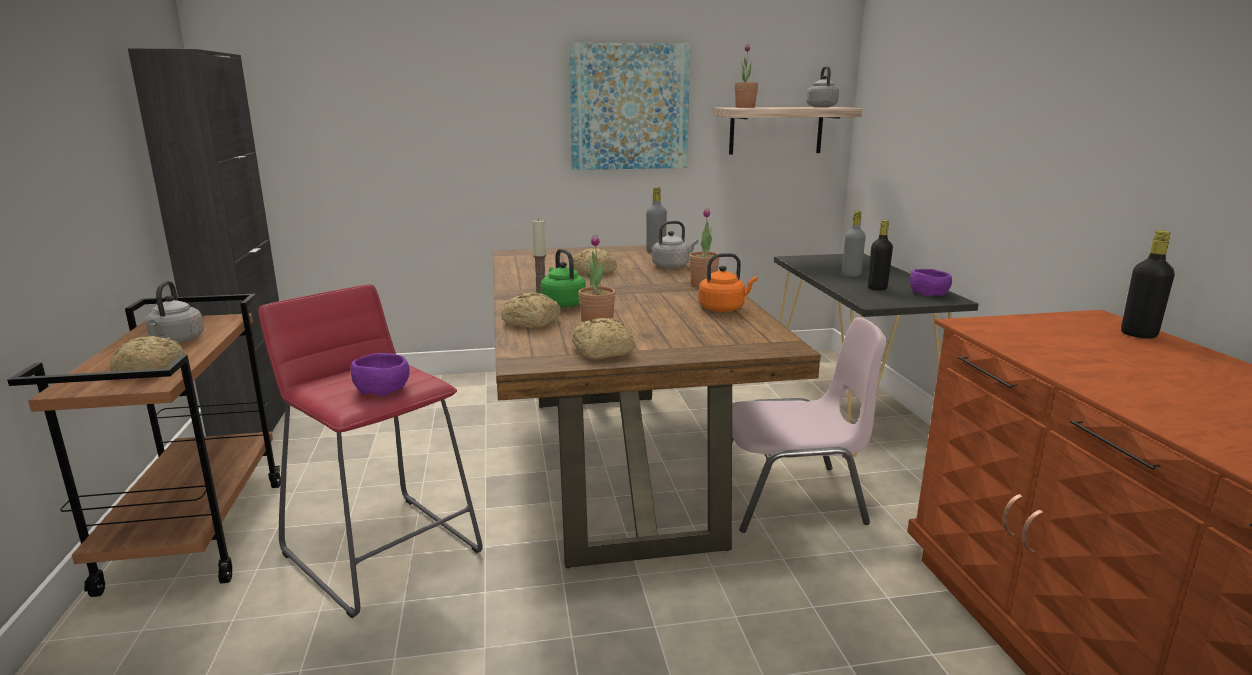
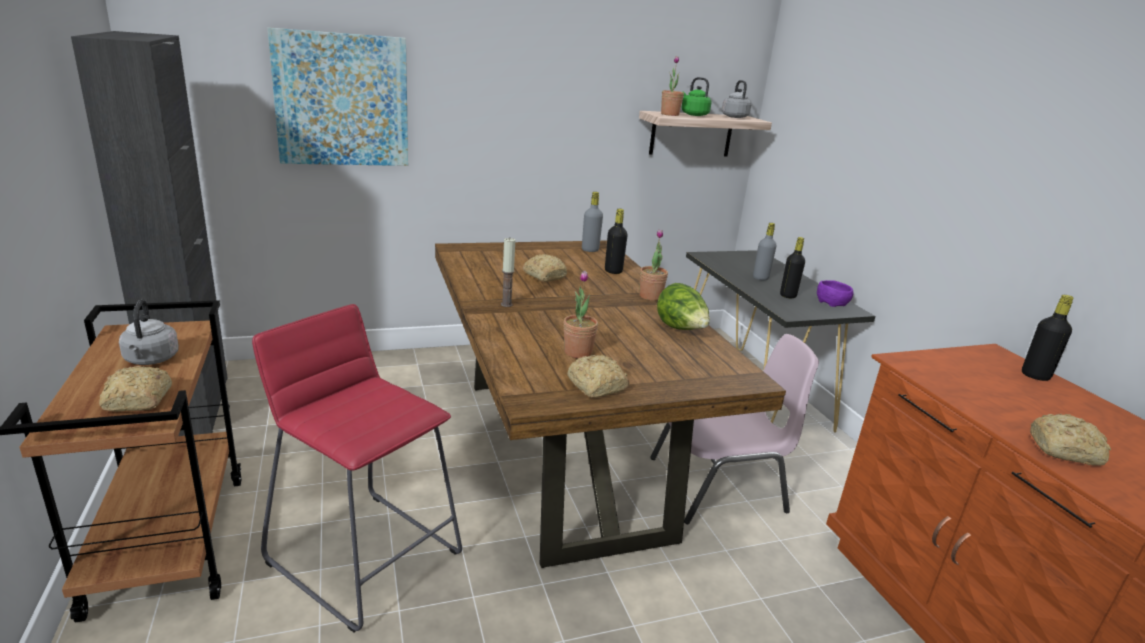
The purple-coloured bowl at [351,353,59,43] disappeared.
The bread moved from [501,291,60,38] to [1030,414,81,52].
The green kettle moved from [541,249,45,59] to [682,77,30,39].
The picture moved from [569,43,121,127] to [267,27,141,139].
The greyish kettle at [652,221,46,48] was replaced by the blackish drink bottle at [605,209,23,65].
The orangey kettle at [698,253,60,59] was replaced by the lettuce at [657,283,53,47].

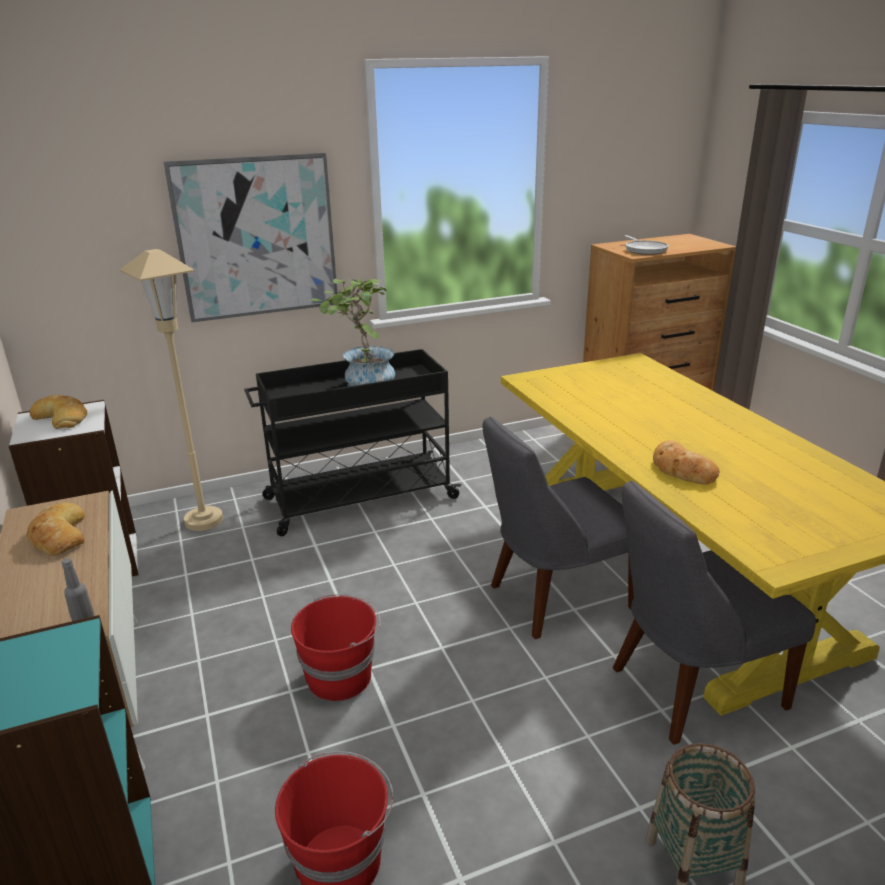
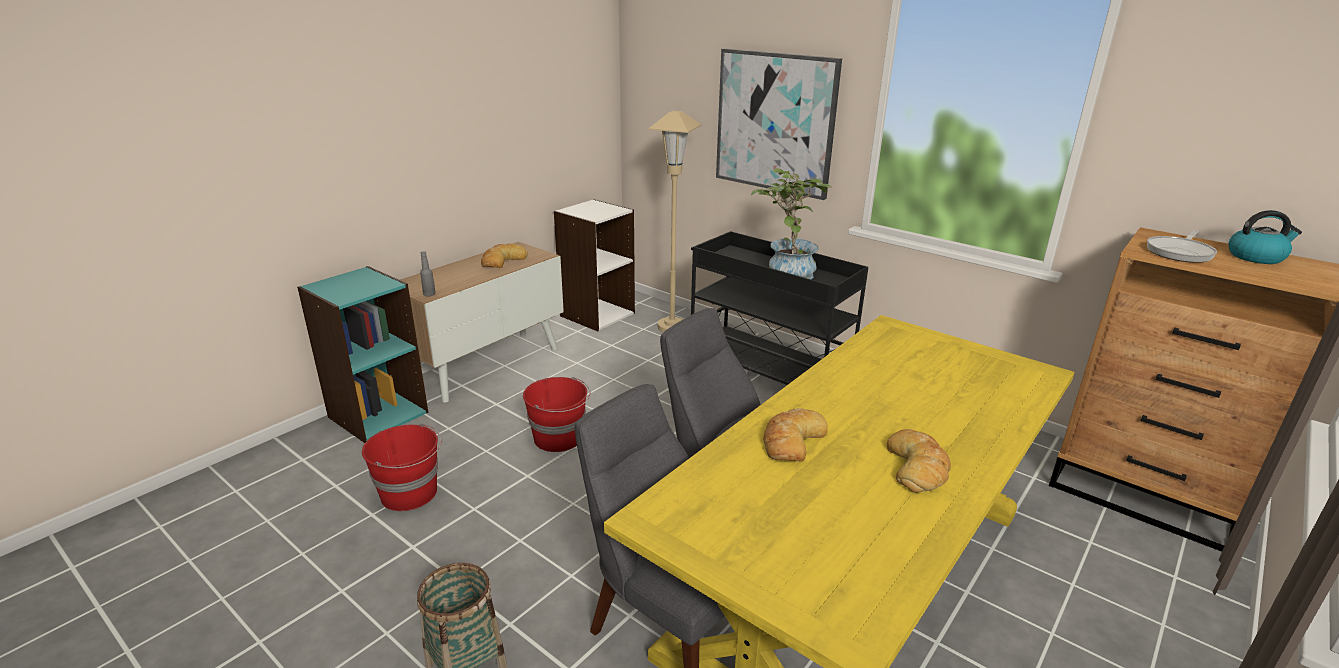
The kettle at [1229,210,73,54] appeared.
The bread moved from [30,395,57,34] to [887,429,64,64].

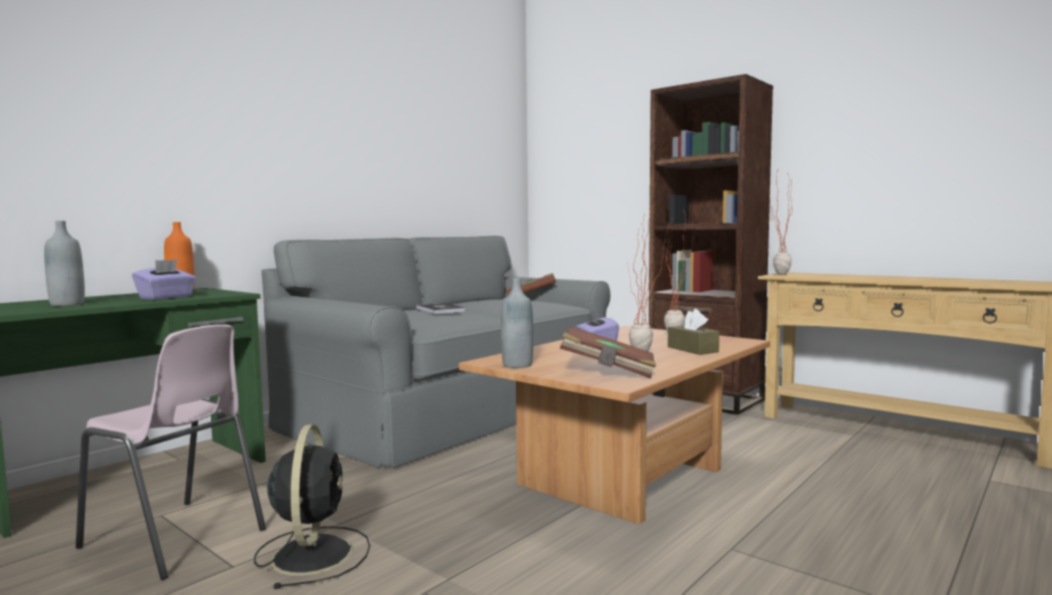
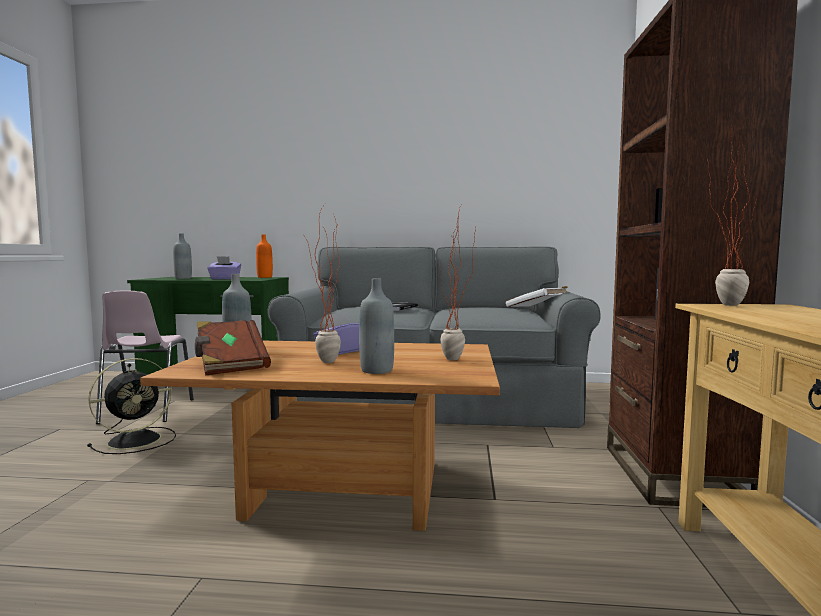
The brown box of tissues at [668,309,51,46] was replaced by the greyish drink bottle at [359,278,35,96].
The brown book at [506,273,50,23] became the white-coloured book at [506,286,62,21].

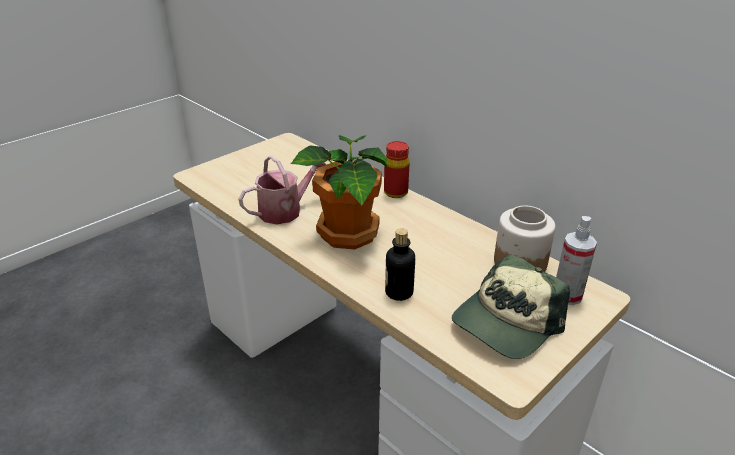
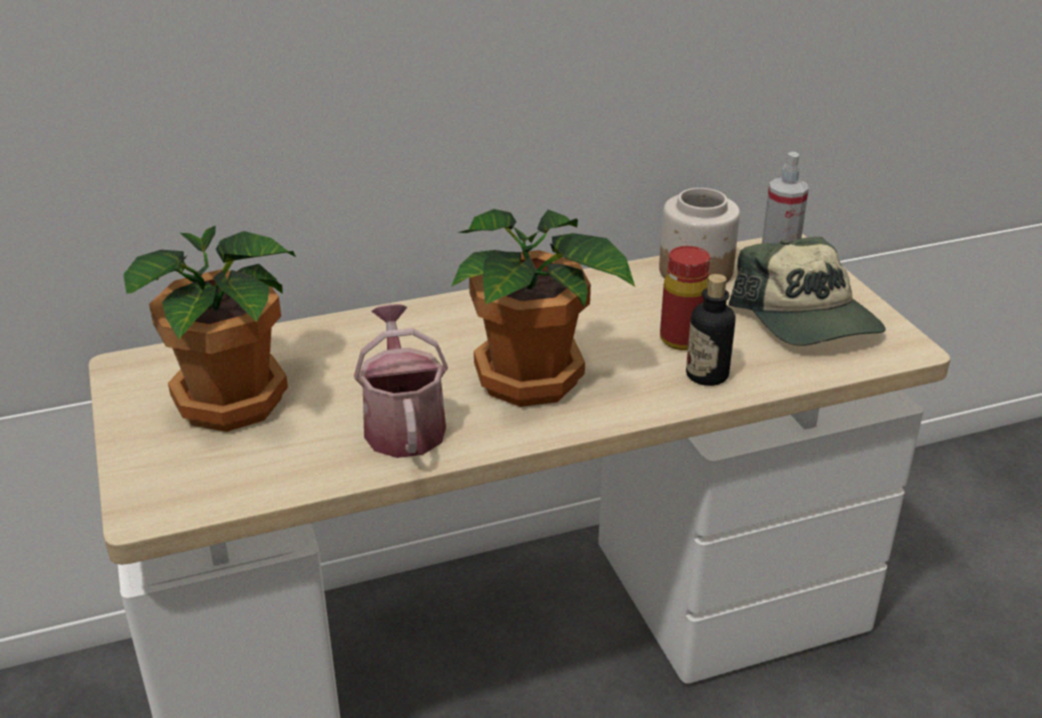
The potted plant at [123,226,173,206] appeared.
The red drink bottle moved from [384,141,26,57] to [660,246,50,104].

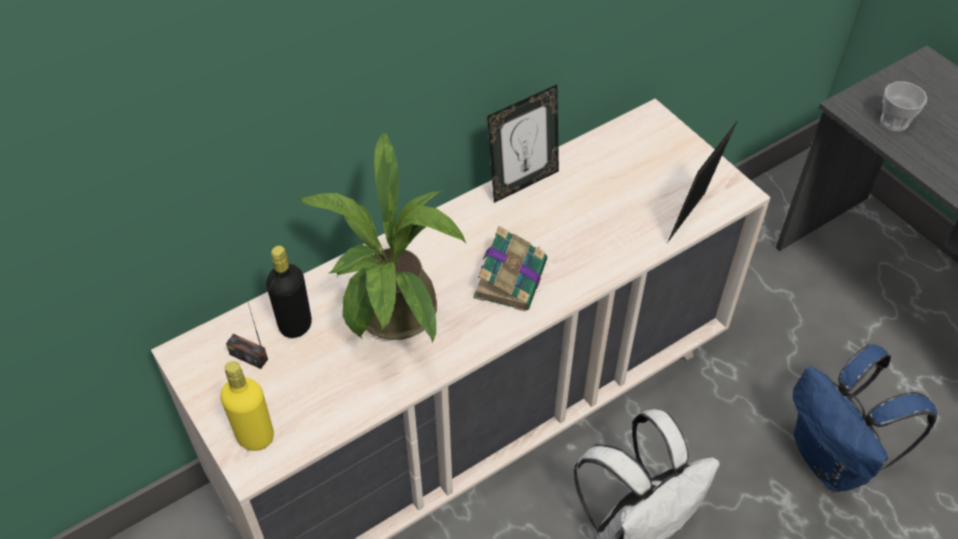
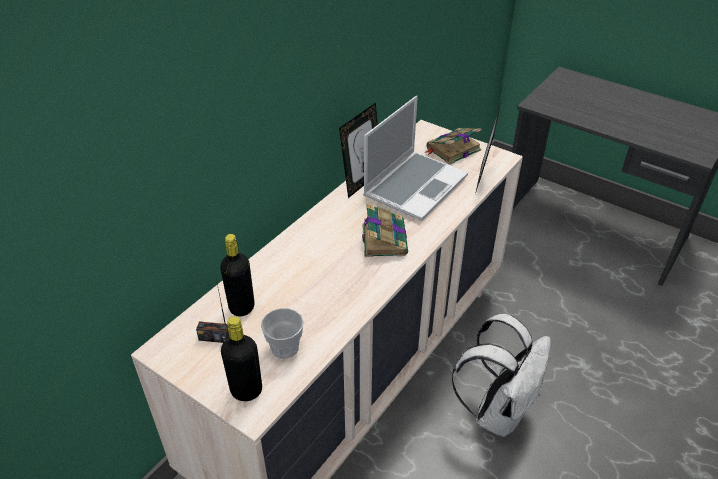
The potted plant at [299,131,167,212] disappeared.
The blue rucksack at [793,344,144,148] disappeared.
The notebook computer at [363,96,105,125] appeared.
The book at [426,128,56,37] appeared.
The cup moved from [881,82,46,49] to [261,308,43,51].
The yellow-coloured drink bottle at [220,361,54,90] became the blackish drink bottle at [221,316,41,85].

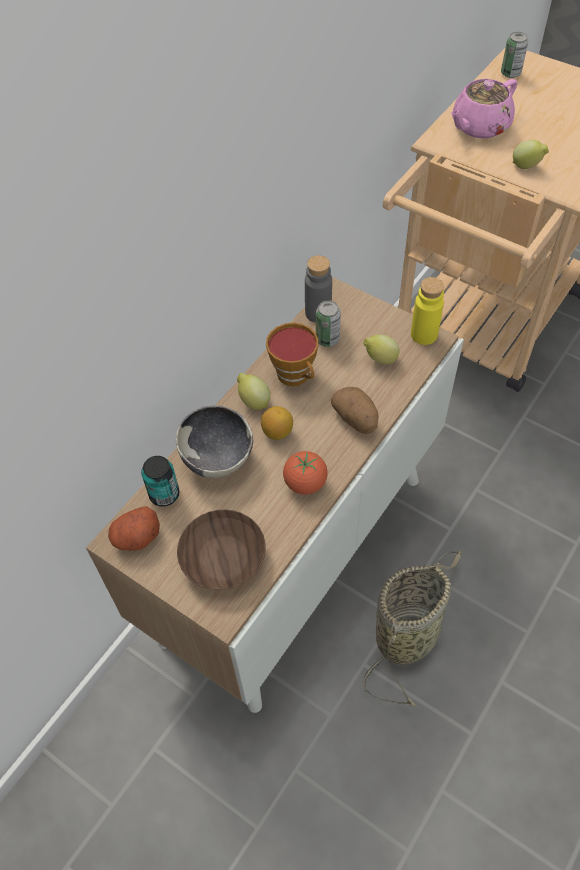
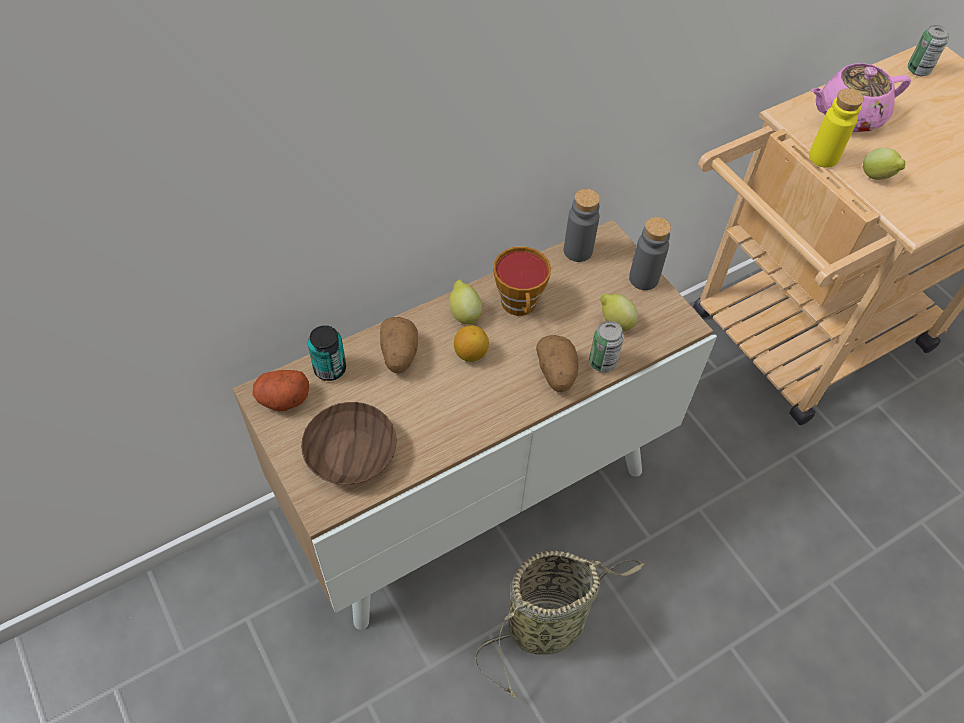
The whole tomato at [283,451,45,44] disappeared.
The greyish drink bottle at [629,217,42,73] appeared.
The metal can moved from [316,300,25,47] to [589,321,35,51].
The yellow-coloured drink bottle moved from [411,277,33,68] to [809,88,55,80].
The bowl at [176,405,77,73] was replaced by the whole potato at [380,317,38,57].

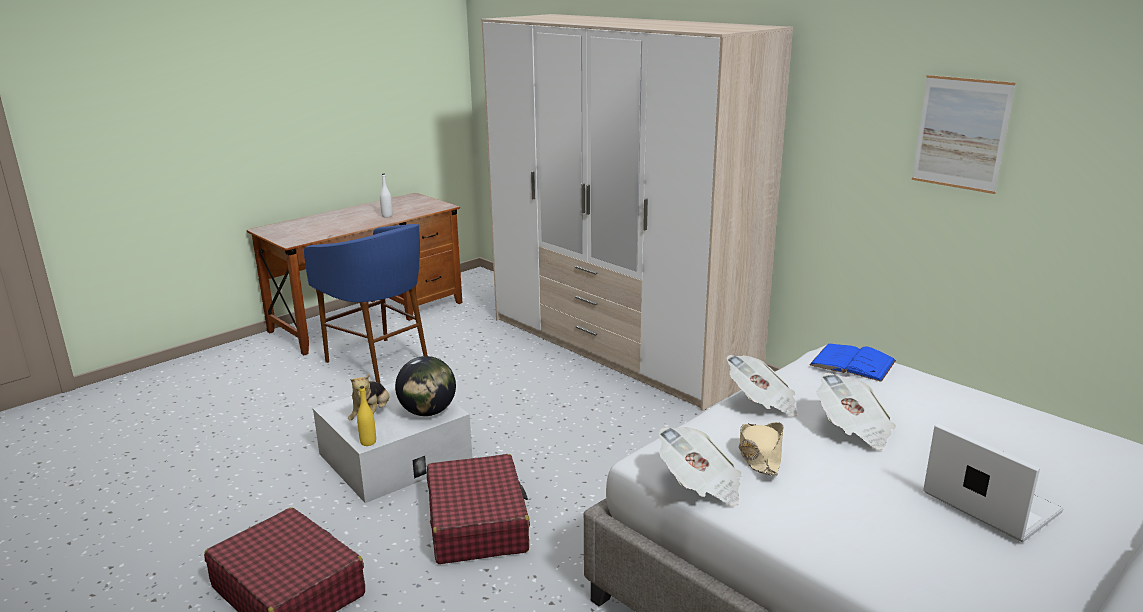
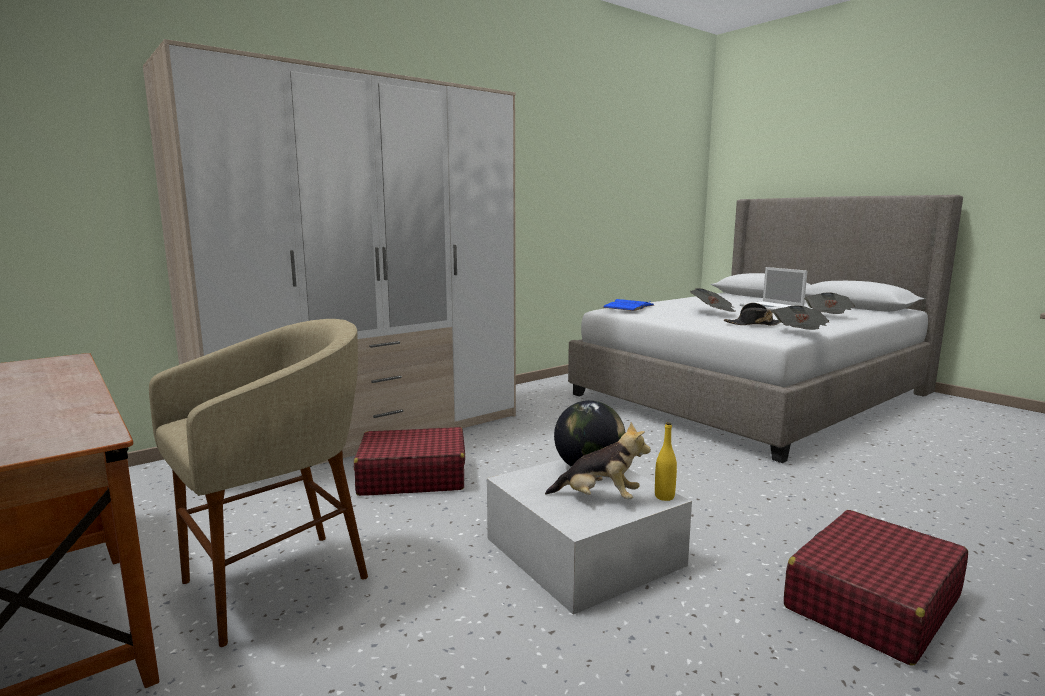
The white-coloured drink bottle at [380,173,13,44] disappeared.
The picture at [912,75,104,119] disappeared.
The red travel case moved from [427,454,103,110] to [354,427,111,69].
The daily paper moved from [726,355,71,62] to [804,293,51,21].
The blue stool at [304,224,124,159] became the sand-coloured stool at [149,319,219,328].
The sand-coloured wearable hat at [739,422,44,54] became the blackish wearable hat at [723,303,58,23].
The notebook computer at [923,423,141,119] turned 90 degrees counterclockwise.

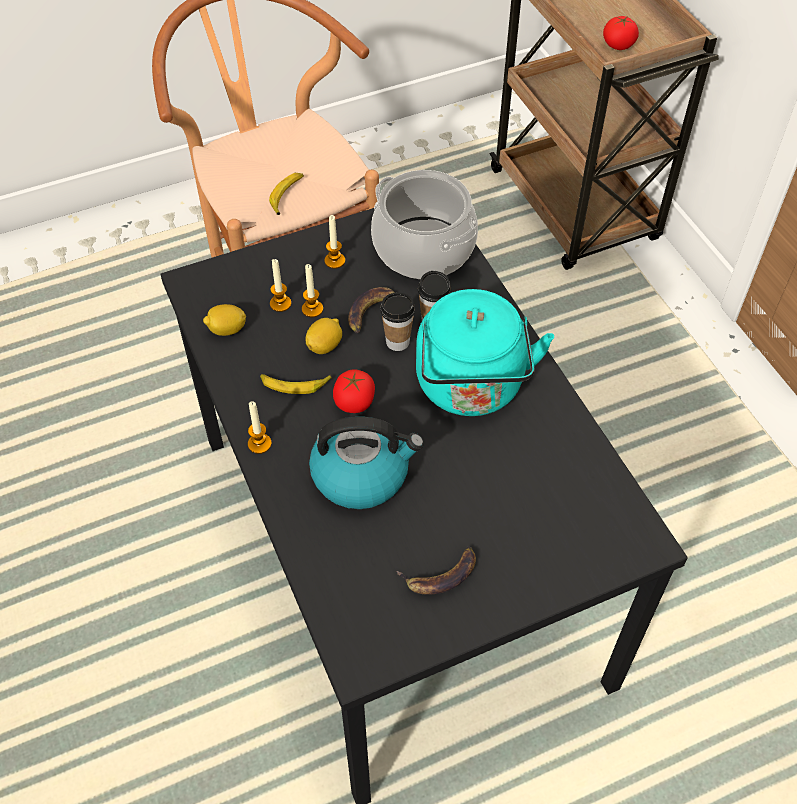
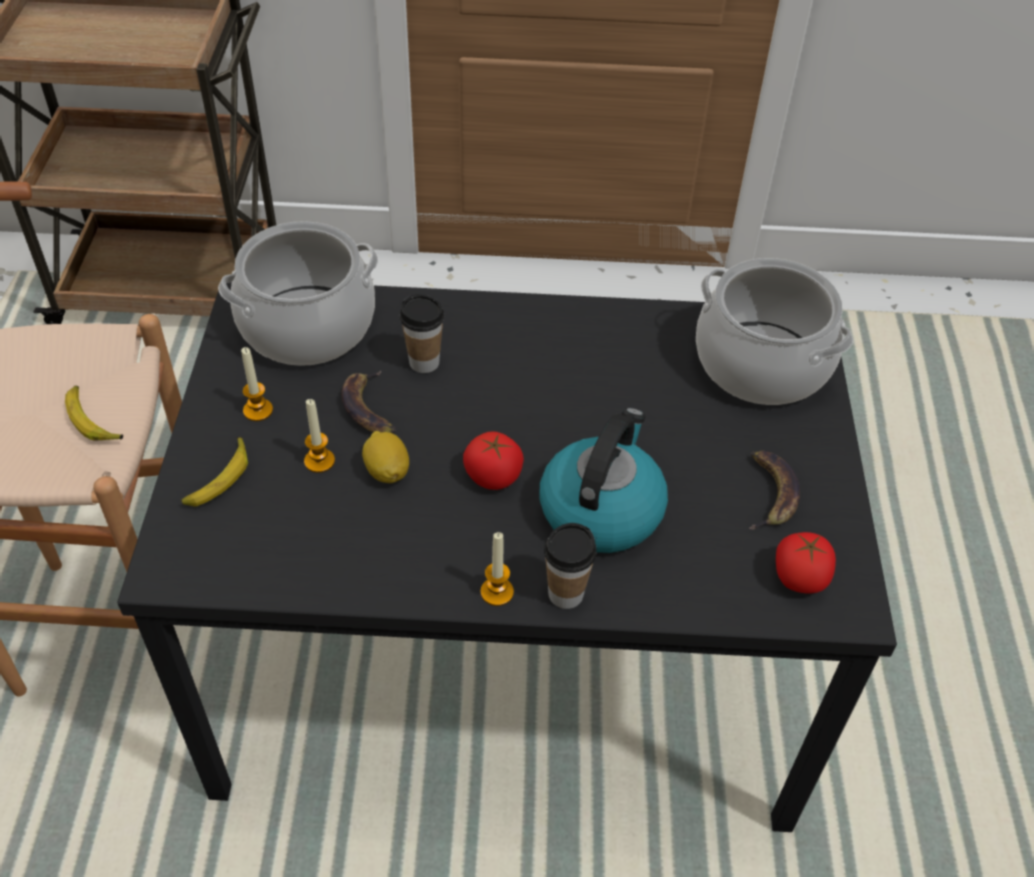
The lemon at [203,304,43,32] disappeared.
The candle at [270,259,21,53] disappeared.
The blue-green kettle at [416,289,138,127] disappeared.
The saucepot at [696,258,158,147] appeared.
The banana moved from [260,374,72,20] to [181,437,67,70].
The cup moved from [380,293,35,58] to [544,523,52,86].
The whole tomato moved from [603,16,36,34] to [776,532,60,62].

